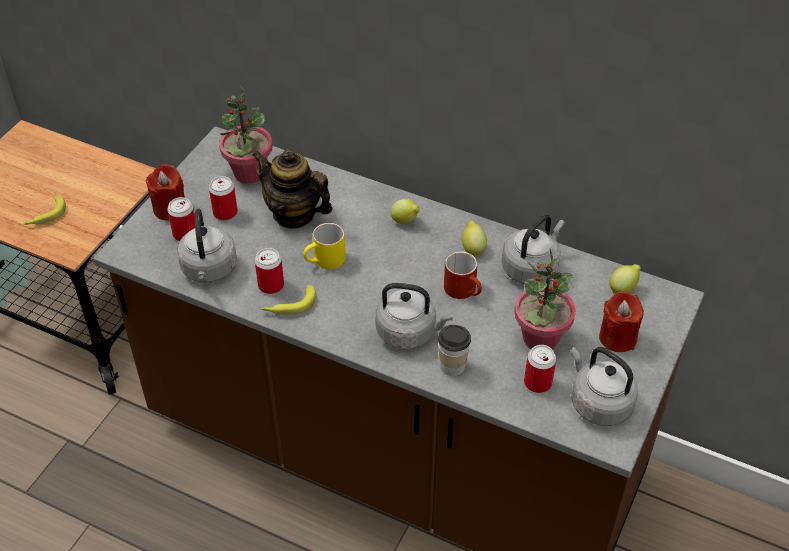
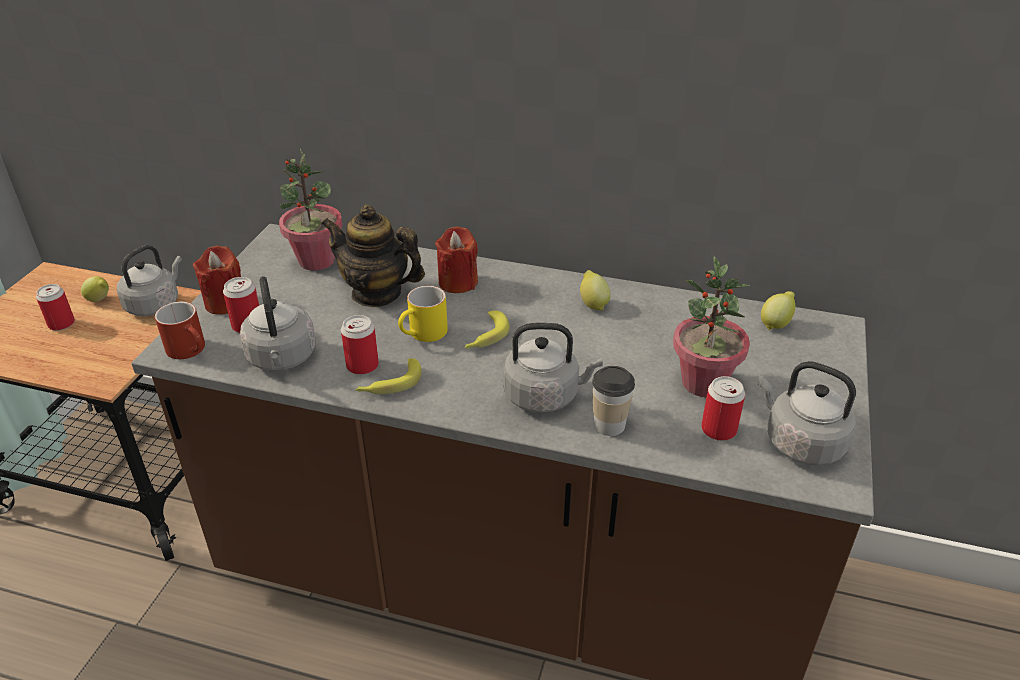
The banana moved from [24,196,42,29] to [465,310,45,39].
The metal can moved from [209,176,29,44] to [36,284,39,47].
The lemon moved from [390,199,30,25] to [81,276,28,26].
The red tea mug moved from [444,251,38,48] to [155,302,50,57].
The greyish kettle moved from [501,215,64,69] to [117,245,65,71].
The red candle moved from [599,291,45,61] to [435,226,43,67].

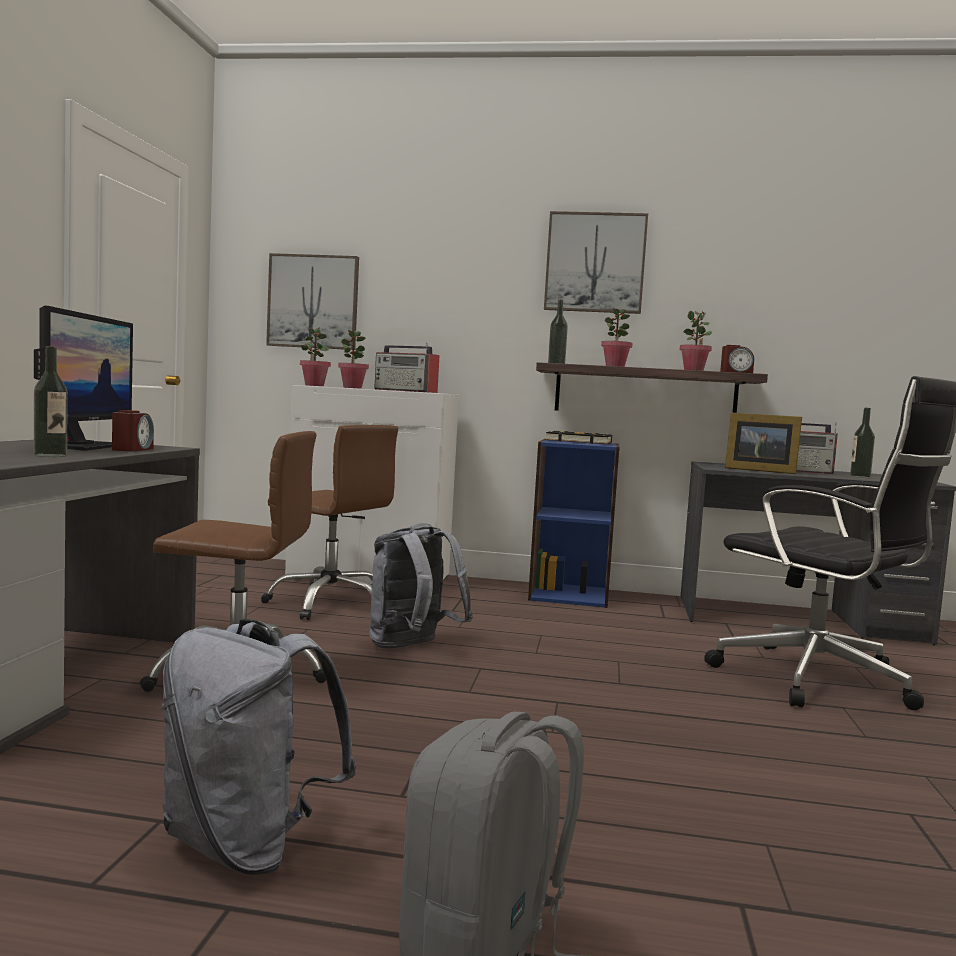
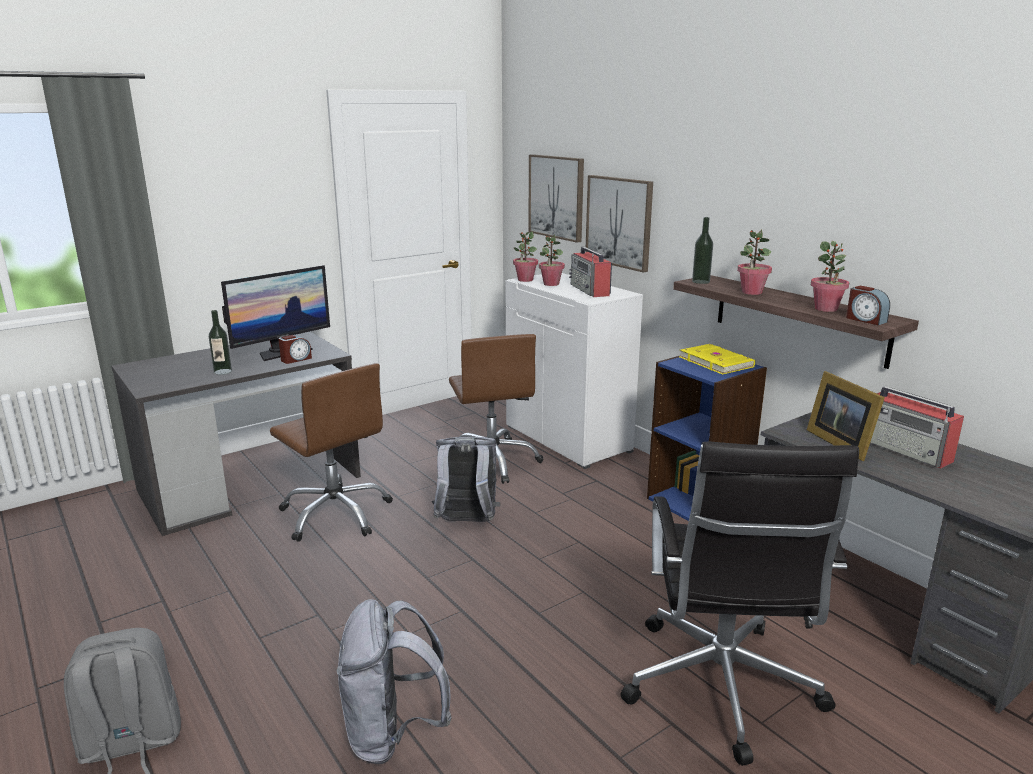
The drink bottle at [850,408,25,70] disappeared.
The greyish rucksack moved from [161,619,195,256] to [336,599,116,165].
The picture moved from [544,211,104,103] to [585,175,68,97].
The blackish book at [546,430,66,14] became the yellow-coloured book at [679,344,76,30].

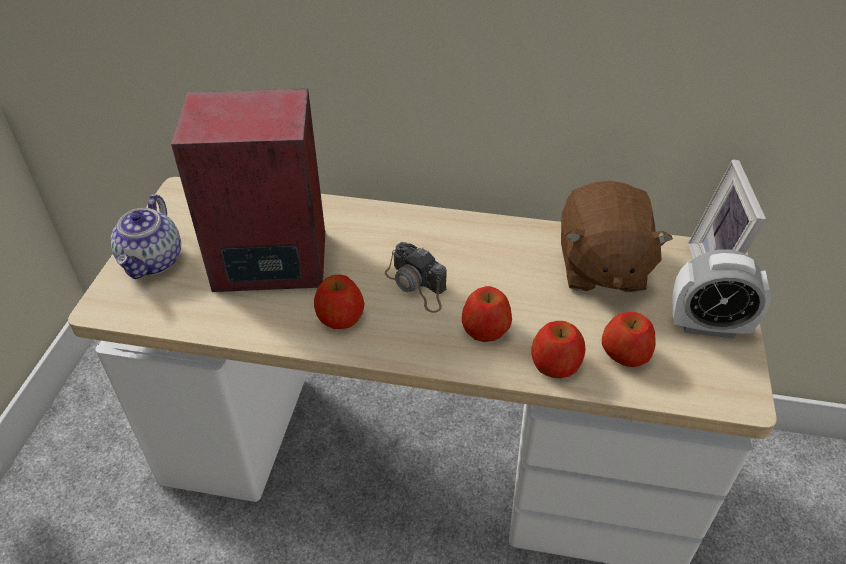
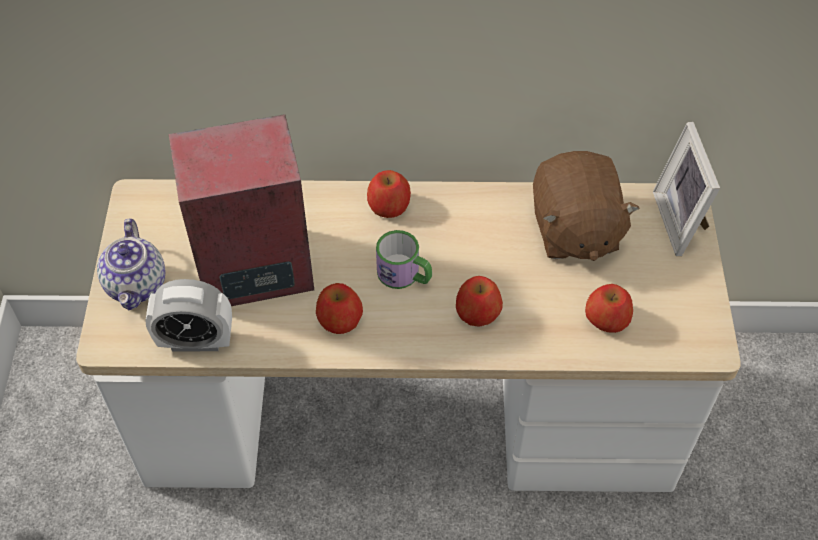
The apple fruit moved from [531,321,54,57] to [367,170,44,48].
The alarm clock moved from [672,249,99,90] to [145,279,87,73].
The still camera at [385,242,62,71] was replaced by the tea mug at [376,230,56,59].

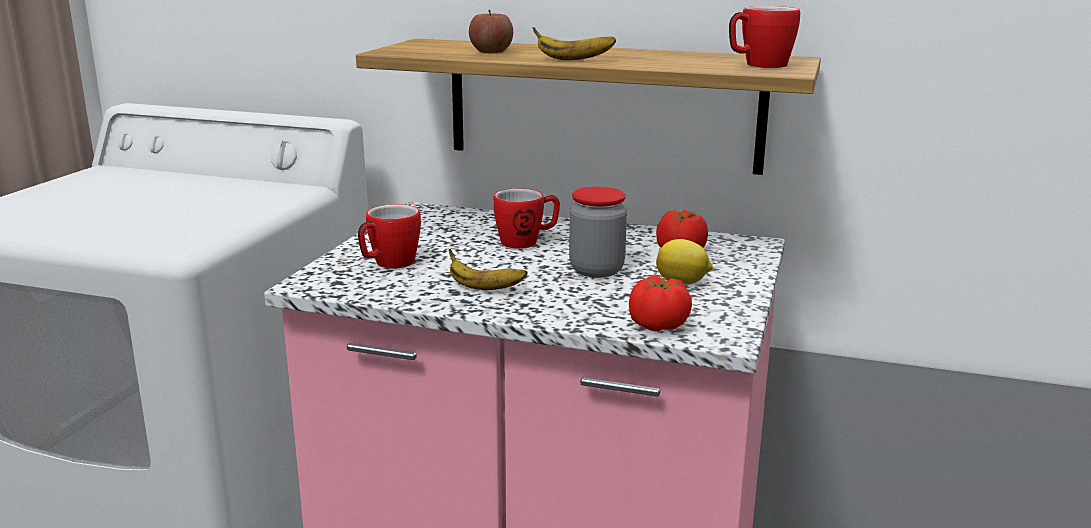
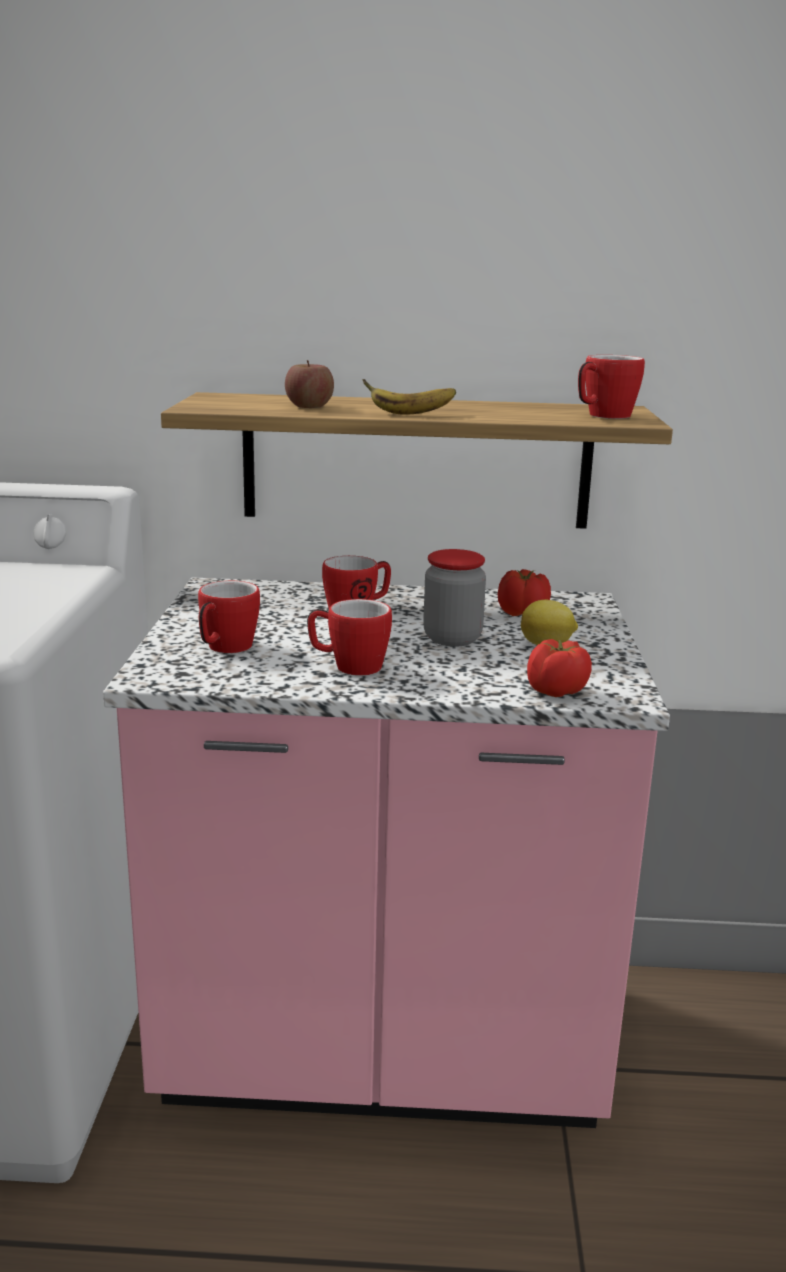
The banana at [449,249,79,41] was replaced by the tea mug at [307,599,85,77].

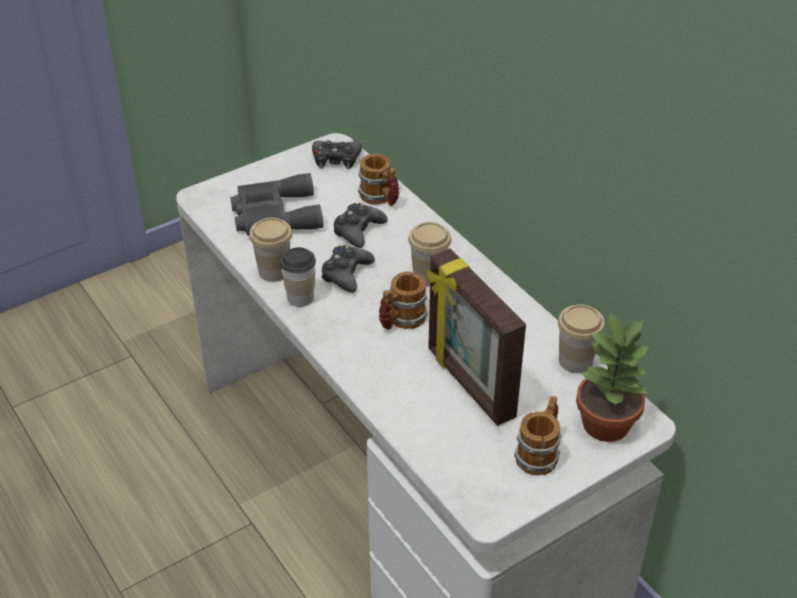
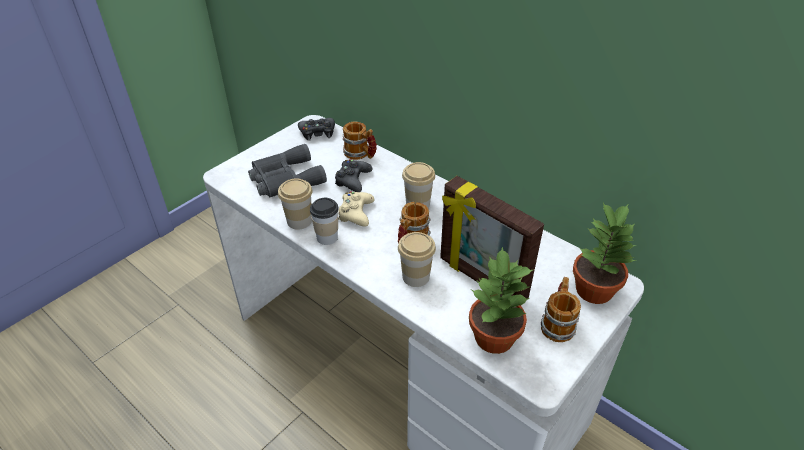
The potted plant at [469,247,64,107] appeared.
The cup moved from [558,304,47,69] to [398,232,38,55].
The blackish gamepad at [321,245,54,48] became the sand-coloured gamepad at [338,191,36,36].

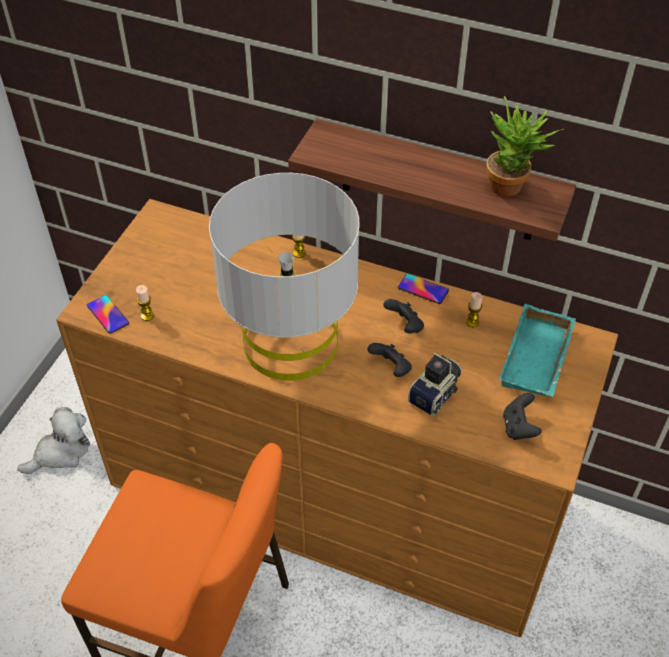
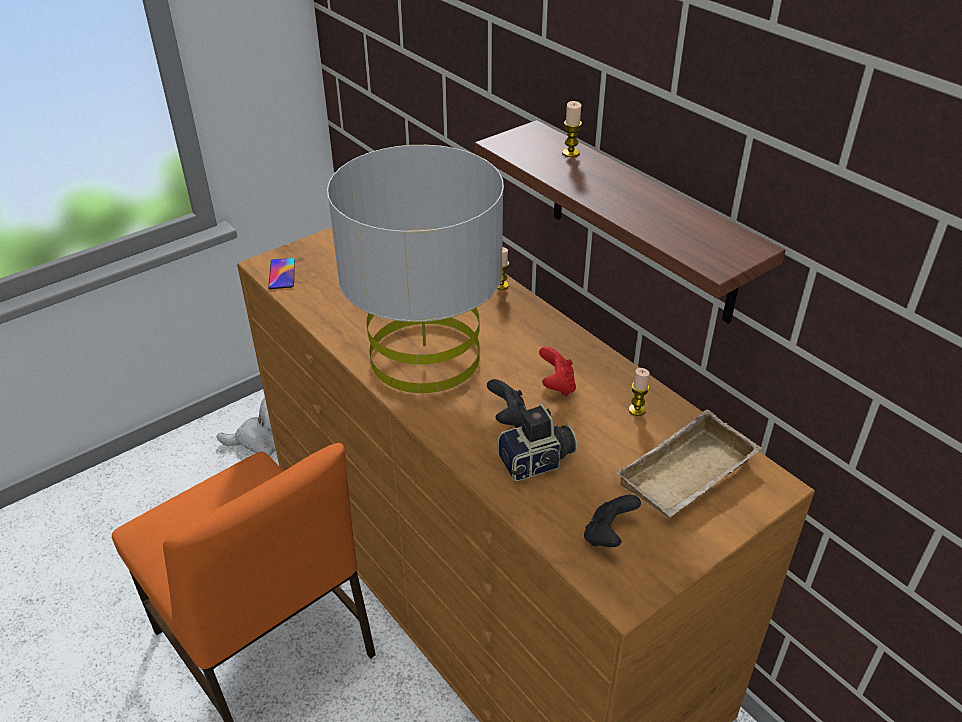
The phone at [398,274,51,30] disappeared.
The potted plant at [486,96,78,101] disappeared.
The candle moved from [136,285,18,36] to [562,101,20,56].
The blackish gamepad at [383,299,41,34] became the red gamepad at [539,347,37,50].
The blue-green carrying tray at [499,304,77,93] became the sand-coloured carrying tray at [616,410,146,107].

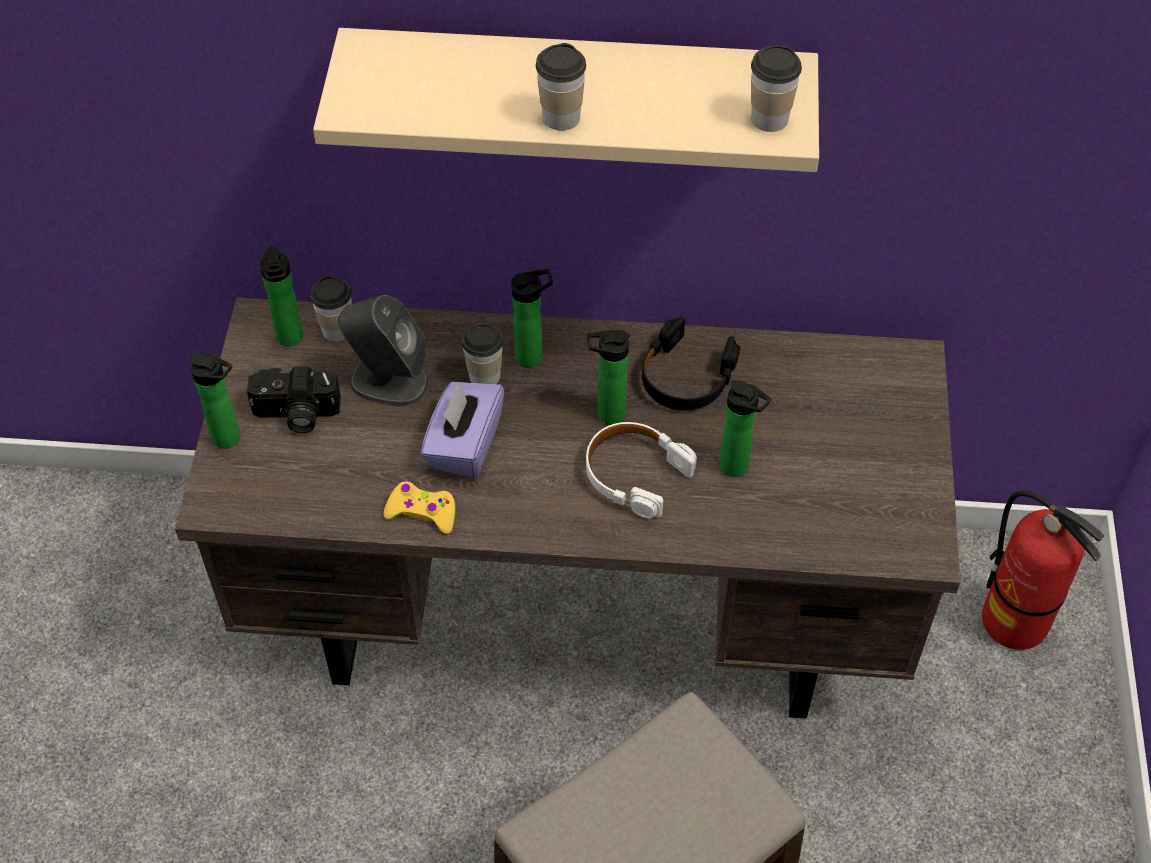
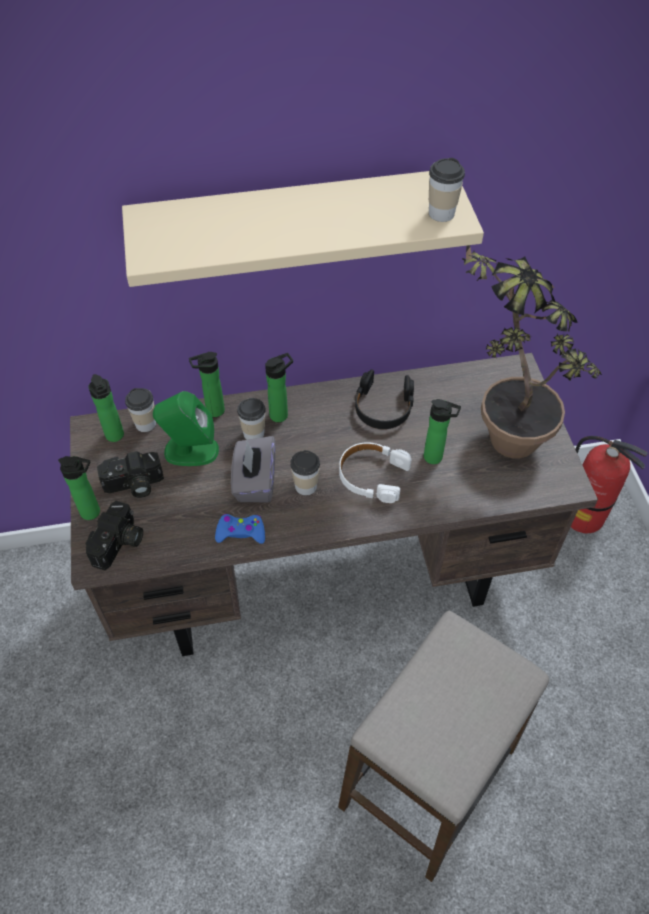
The still camera at [85,501,58,70] appeared.
The potted plant at [462,245,140,213] appeared.
The cup moved from [536,43,50,87] to [290,450,30,46].
The drink bottle moved from [587,330,43,95] to [189,352,36,65].
The greyish speaker at [338,295,91,111] became the green speaker at [153,391,66,75].
The yellow-coloured gamepad at [384,481,71,53] became the blue gamepad at [215,514,50,30].
The purple-coloured box of tissues at [421,382,84,97] became the greyish box of tissues at [231,436,44,66].

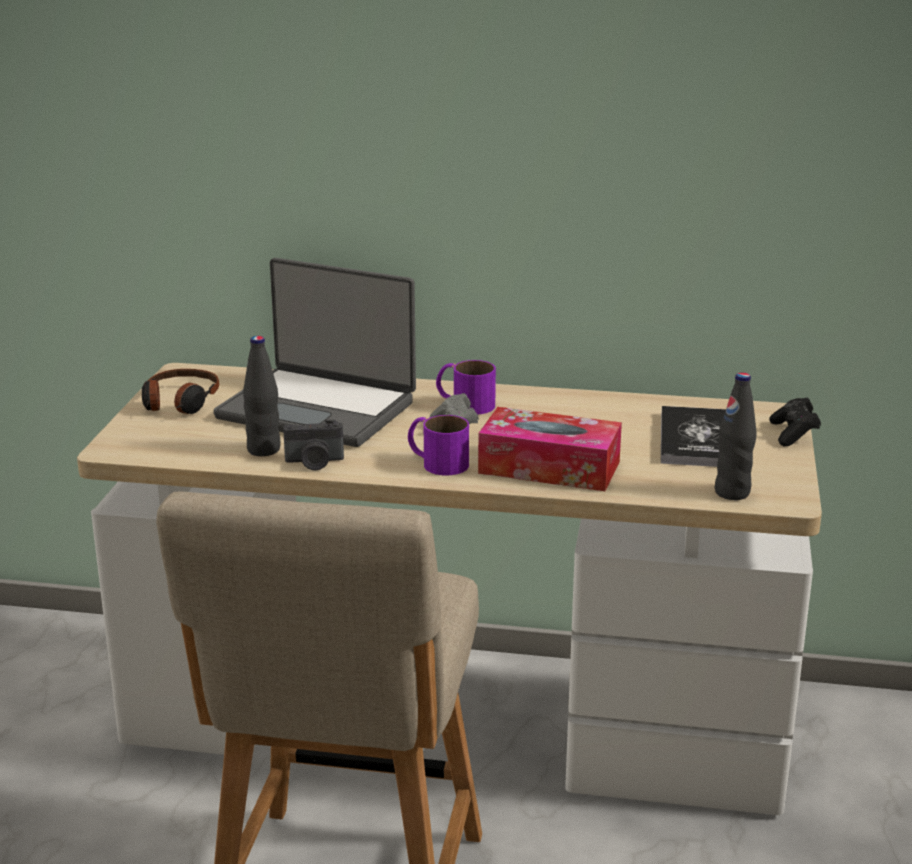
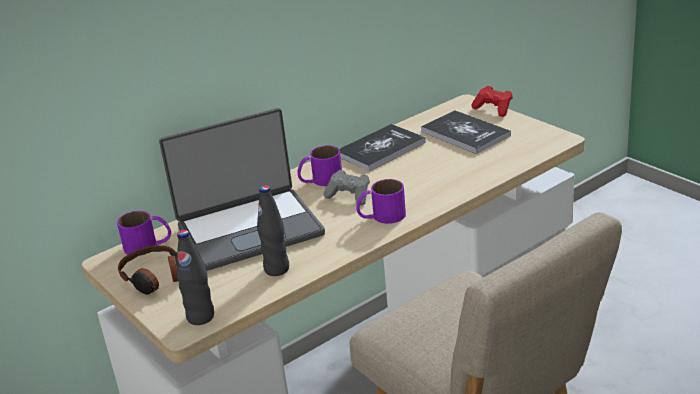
The still camera at [283,420,61,50] disappeared.
The box of tissues at [478,407,144,84] disappeared.
The purple-coloured tea mug at [117,211,54,45] appeared.
The book at [340,124,86,47] appeared.
The blackish drink bottle moved from [715,373,42,127] to [177,230,37,95].
The blackish gamepad at [769,398,52,48] became the red gamepad at [472,86,41,31].

